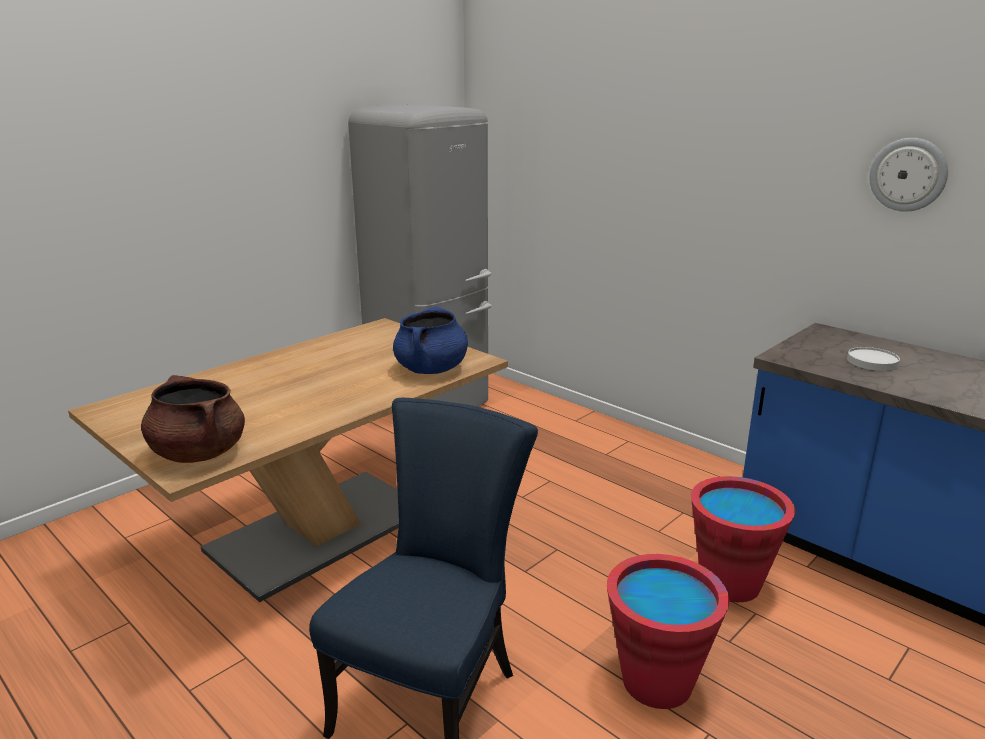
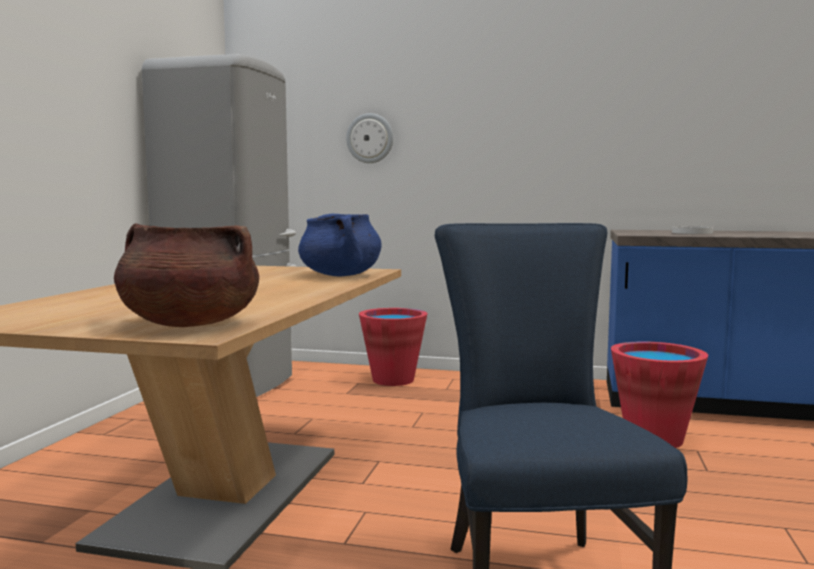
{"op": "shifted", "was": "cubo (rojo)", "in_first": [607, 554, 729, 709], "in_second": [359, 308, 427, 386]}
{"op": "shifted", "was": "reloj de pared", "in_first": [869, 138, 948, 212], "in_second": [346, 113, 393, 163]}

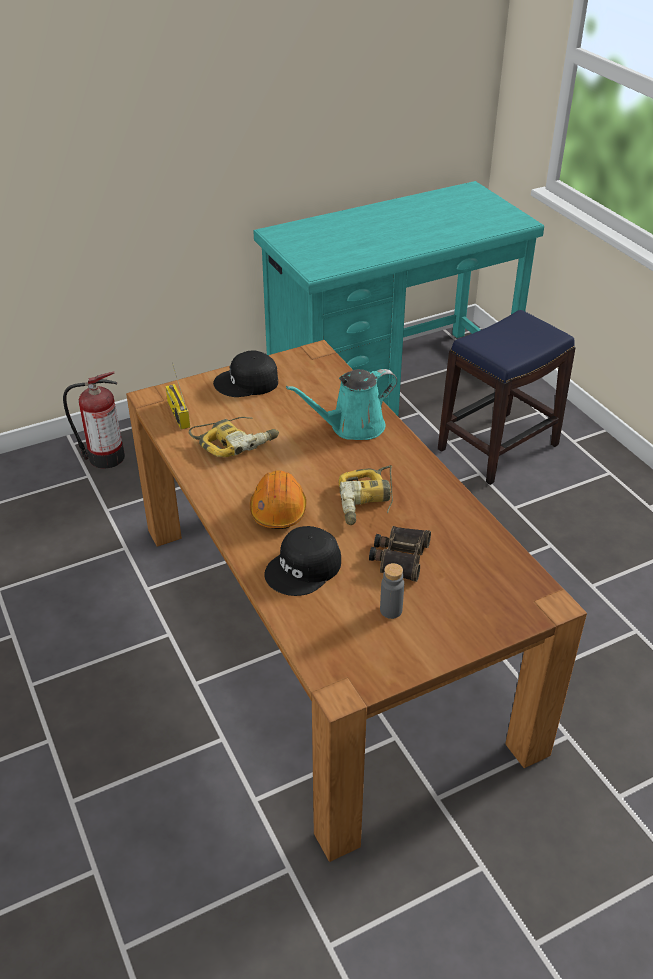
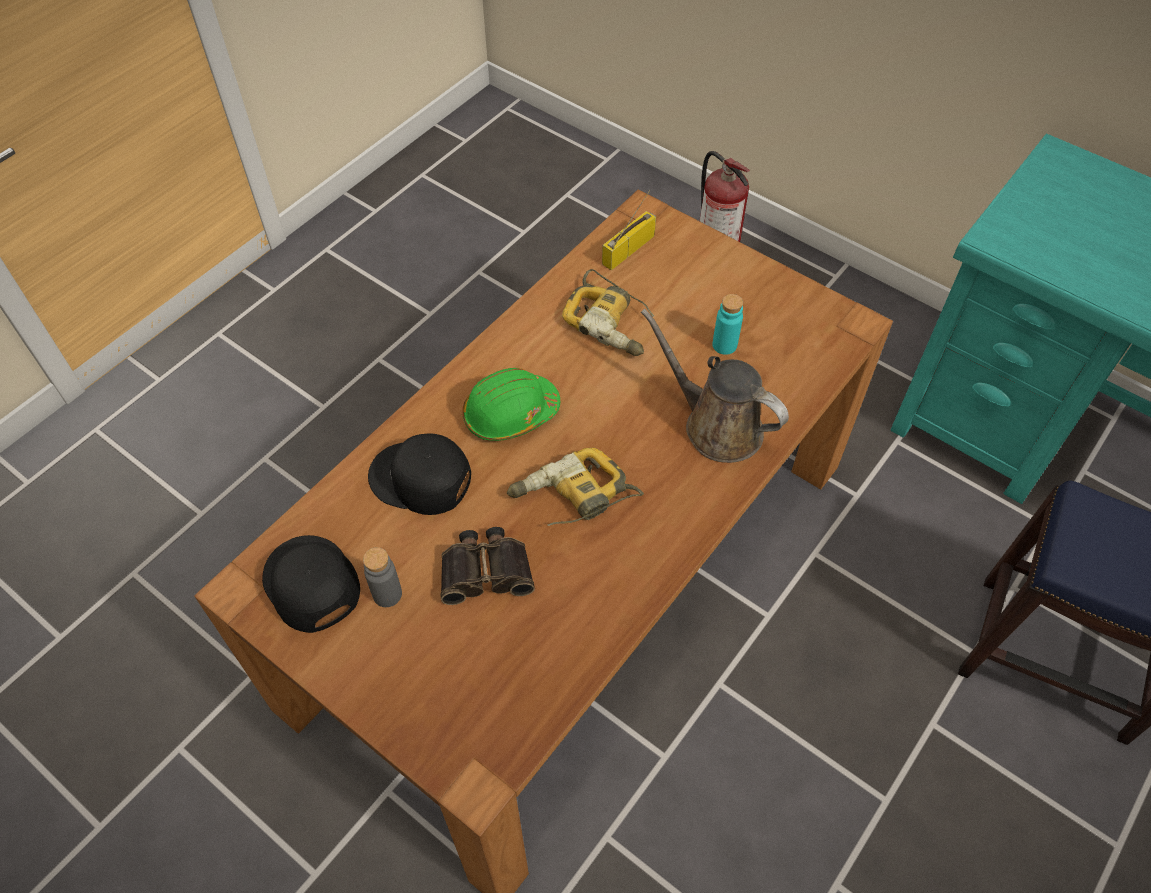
{"op": "shifted", "was": "gorra (negro)", "in_first": [213, 350, 278, 397], "in_second": [262, 535, 360, 633]}
{"op": "repainted", "was": "casco (naranja)", "now": "casco (verde)", "in_first": [250, 470, 307, 529], "in_second": [462, 368, 560, 441]}
{"op": "repainted", "was": "regadera (turquesa)", "now": "regadera (marrón)", "in_first": [286, 369, 397, 440], "in_second": [641, 309, 789, 463]}
{"op": "new", "now": "botella (turquesa)", "in_second": [712, 294, 743, 355]}

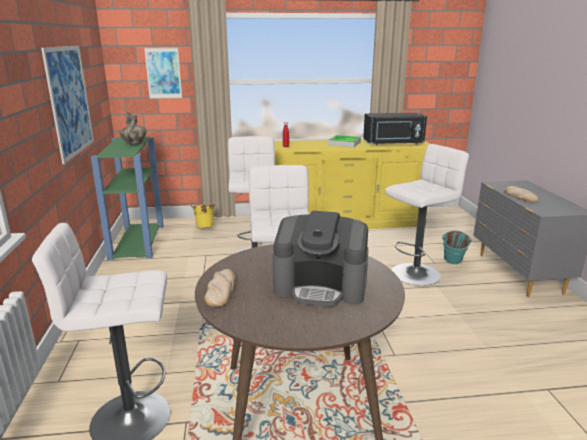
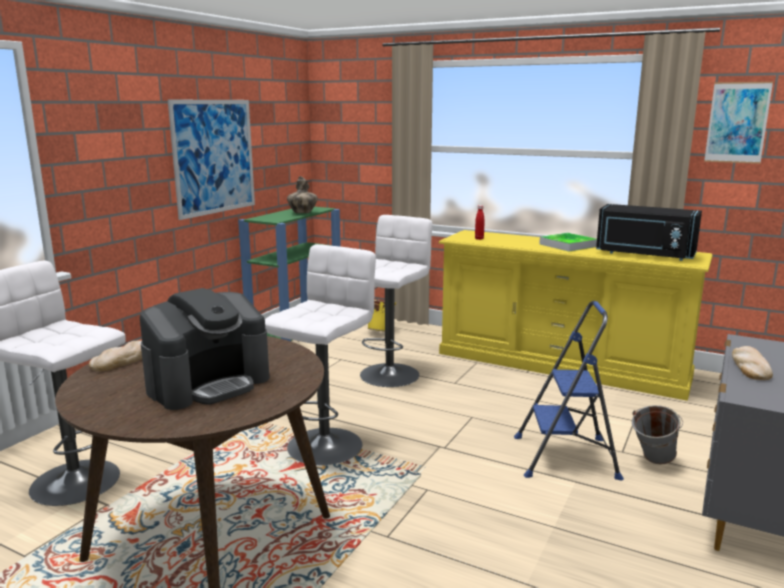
{"op": "shifted", "was": "cuadro", "in_first": [144, 47, 182, 99], "in_second": [704, 82, 773, 164]}
{"op": "rotated", "was": "cafetera", "in_first": [273, 211, 368, 307], "in_second": [140, 288, 269, 410], "clockwise": -90}
{"op": "swapped", "was": "taburete (blanco)", "now": "escalera de tijera (azul)", "in_first": [385, 144, 469, 286], "in_second": [514, 301, 624, 481]}
{"op": "repainted", "was": "cubo (turquesa)", "now": "cubo (gris)", "in_first": [442, 230, 472, 264], "in_second": [632, 405, 683, 465]}

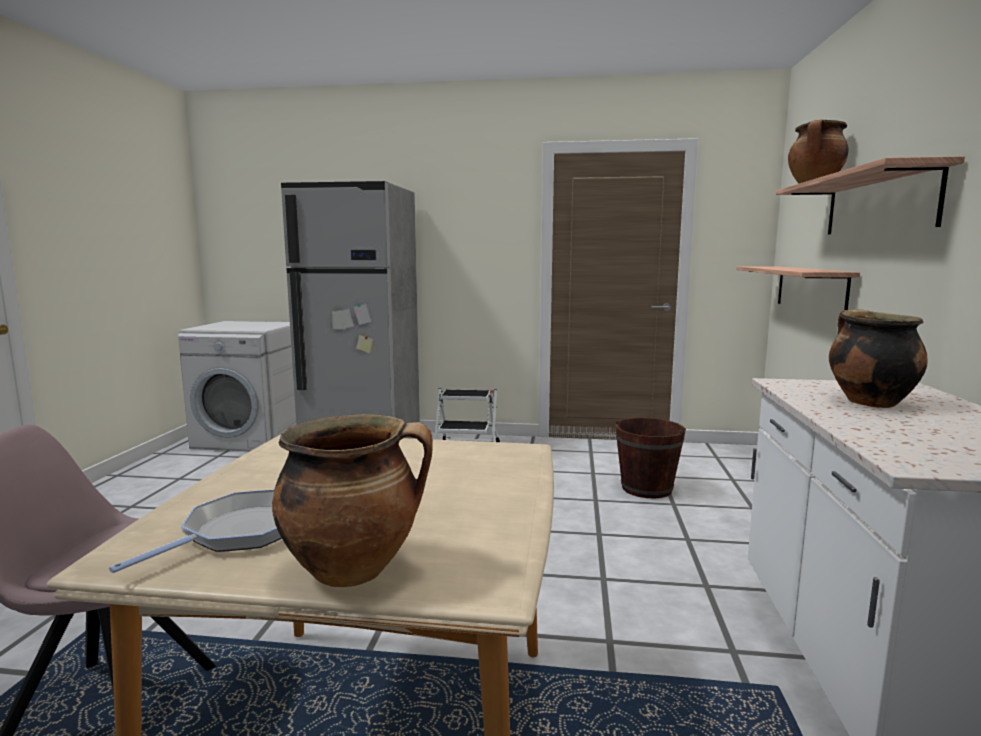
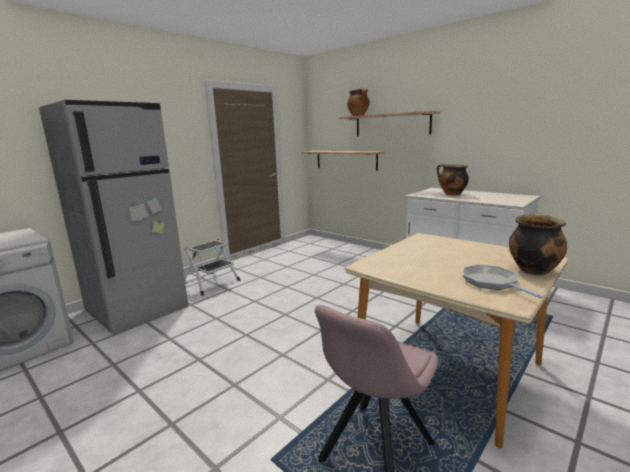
{"op": "gone", "was": "cubo (marrón)", "in_first": [615, 418, 686, 498]}

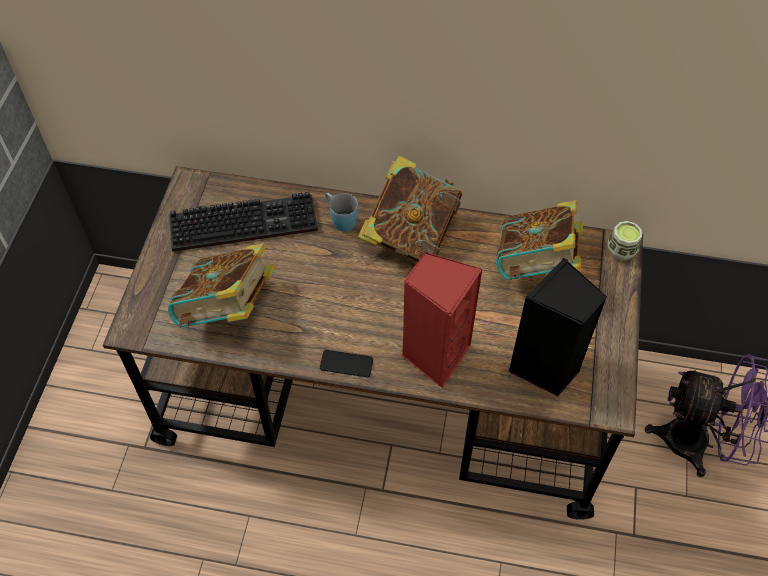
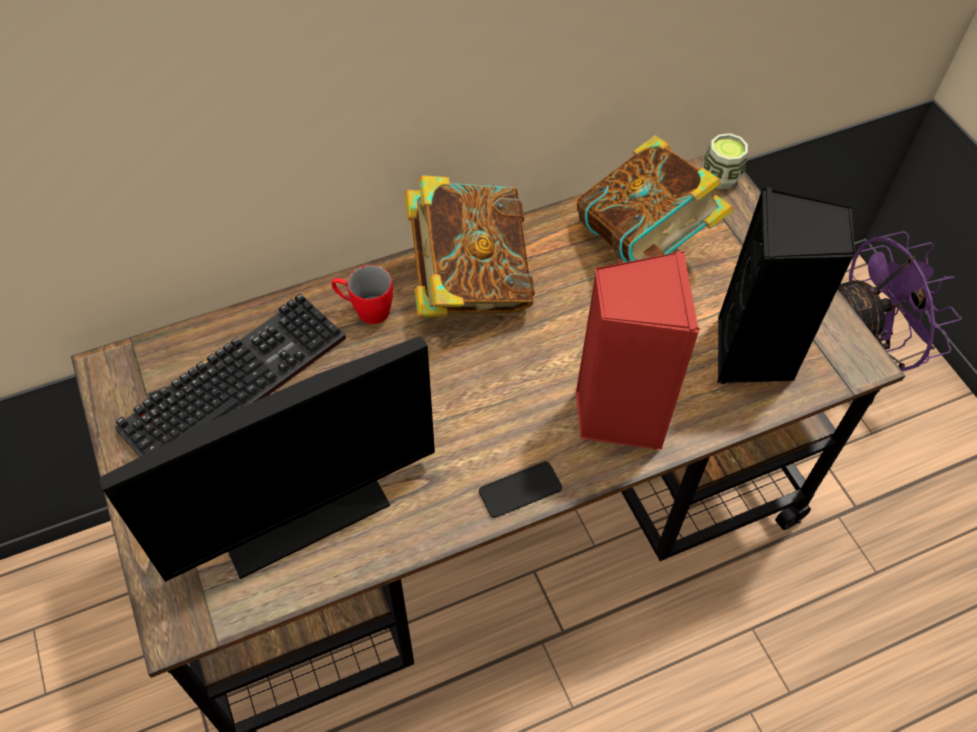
{"op": "swapped", "was": "libro", "now": "monitor", "in_first": [168, 243, 275, 328], "in_second": [99, 336, 435, 582]}
{"op": "repainted", "was": "taza grande (azul)", "now": "taza grande (rojo)", "in_first": [325, 193, 358, 232], "in_second": [331, 265, 393, 324]}

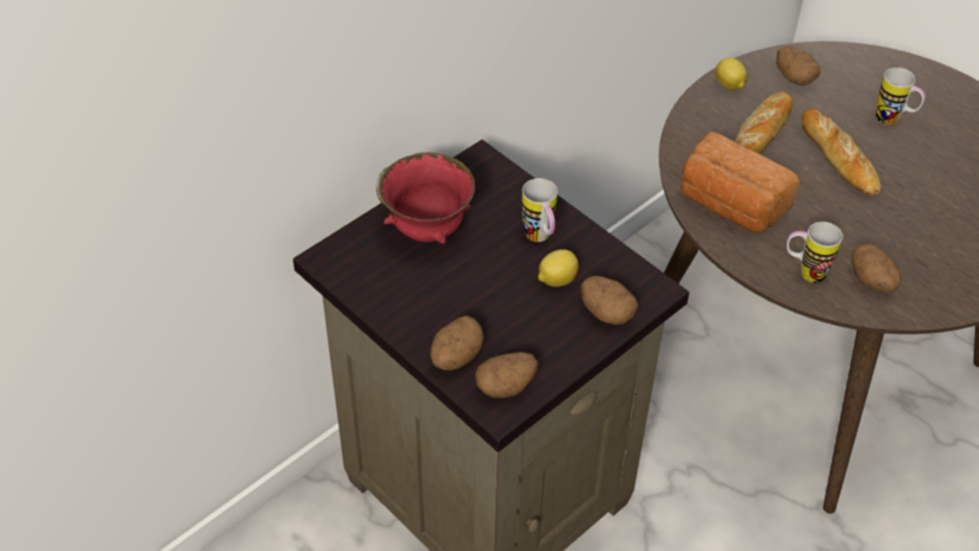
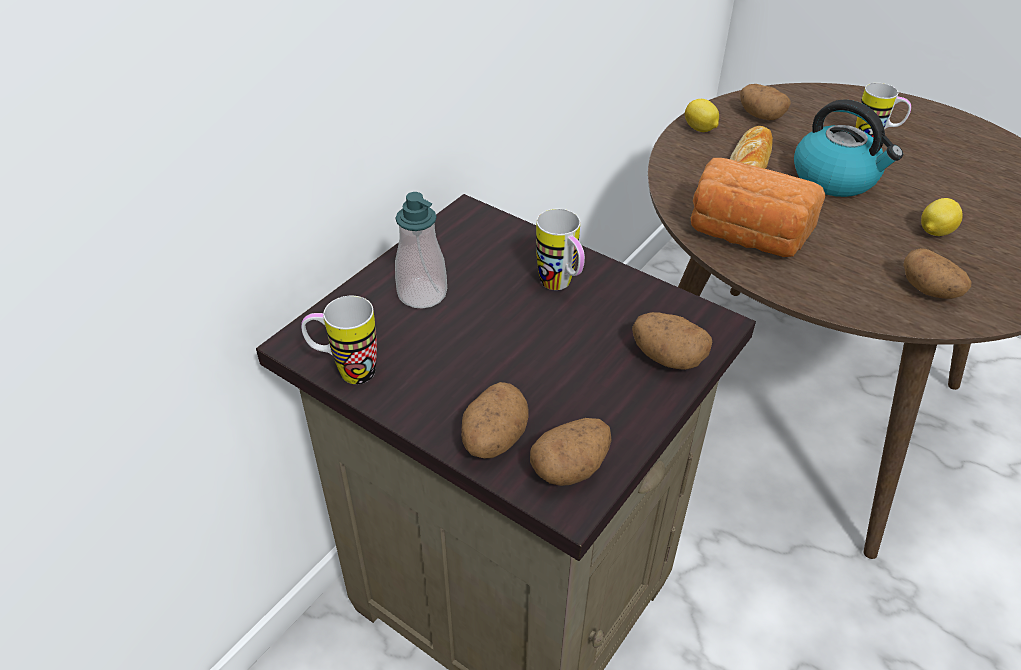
{"op": "swapped", "was": "cuenco (rojo)", "now": "dispensador de jabón", "in_first": [376, 152, 475, 244], "in_second": [395, 192, 447, 309]}
{"op": "shifted", "was": "limón", "in_first": [538, 249, 579, 287], "in_second": [921, 198, 963, 236]}
{"op": "shifted", "was": "taza grande", "in_first": [786, 222, 843, 283], "in_second": [301, 296, 377, 384]}
{"op": "swapped", "was": "pan", "now": "hervidor", "in_first": [802, 108, 881, 195], "in_second": [794, 99, 903, 197]}

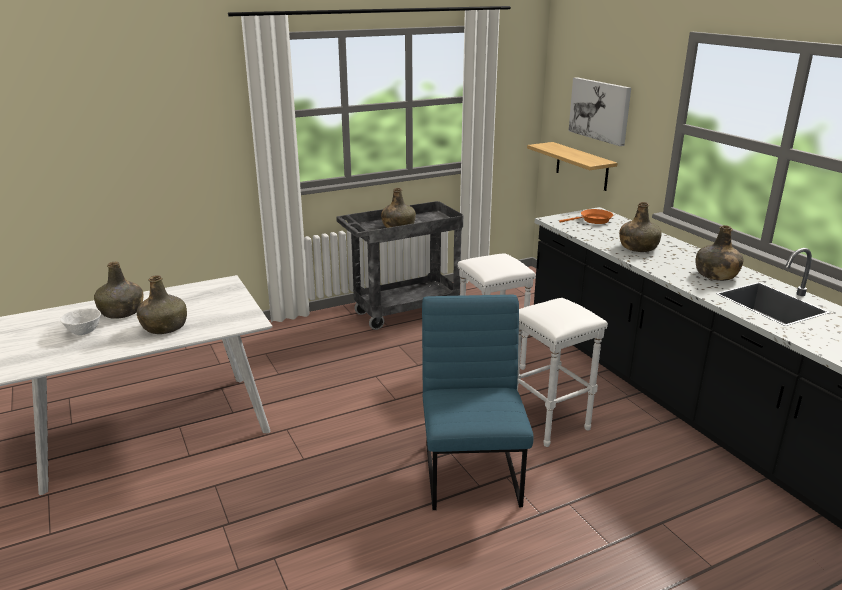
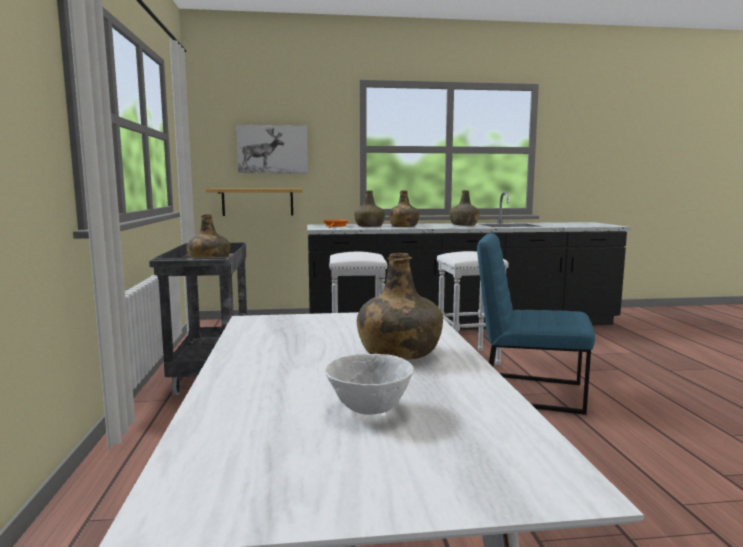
{"op": "shifted", "was": "botella (verde)", "in_first": [94, 262, 143, 319], "in_second": [354, 190, 385, 227]}

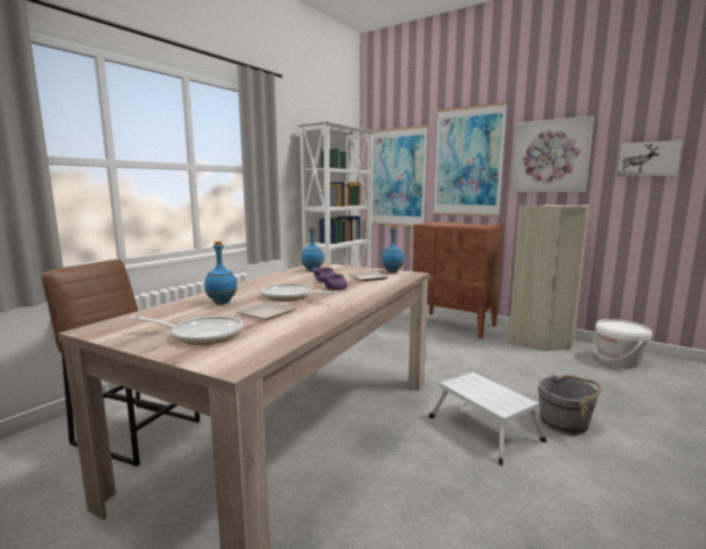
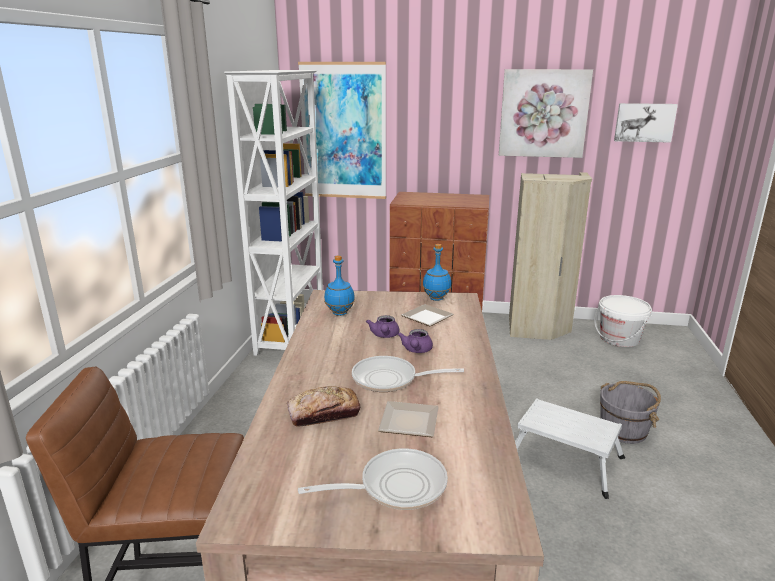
{"op": "swapped", "was": "botella (azul)", "now": "pan", "in_first": [205, 241, 237, 304], "in_second": [287, 386, 360, 427]}
{"op": "gone", "was": "cuadro", "in_first": [433, 102, 508, 217]}

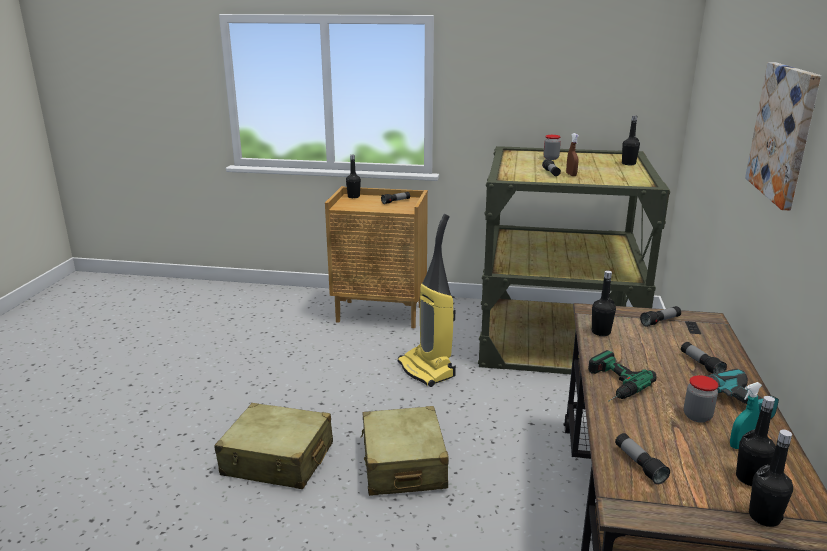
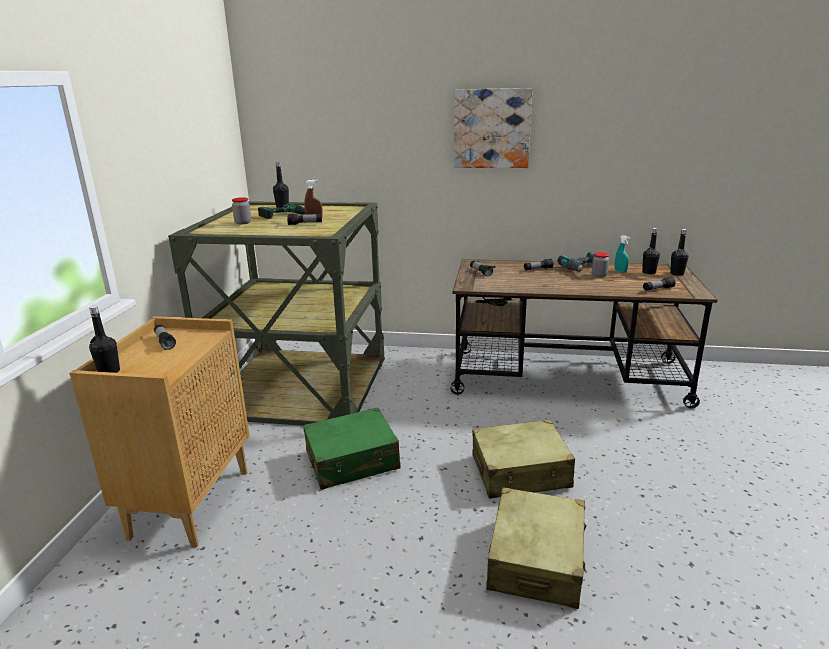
{"op": "swapped", "was": "aspiradora", "now": "maleta (verde)", "in_first": [398, 214, 456, 387], "in_second": [303, 407, 401, 490]}
{"op": "shifted", "was": "taladro", "in_first": [588, 350, 657, 401], "in_second": [258, 203, 305, 219]}
{"op": "gone", "was": "botella (negro)", "in_first": [592, 270, 616, 336]}

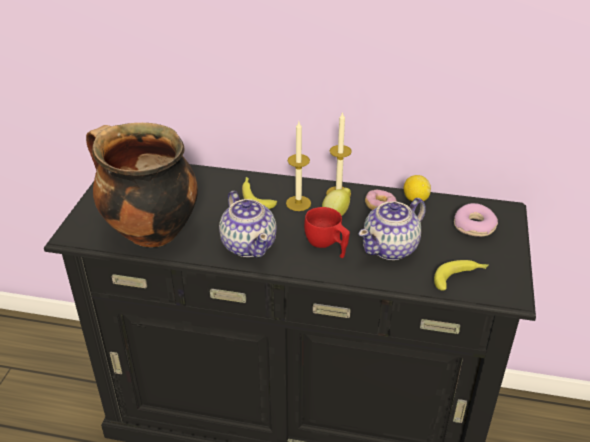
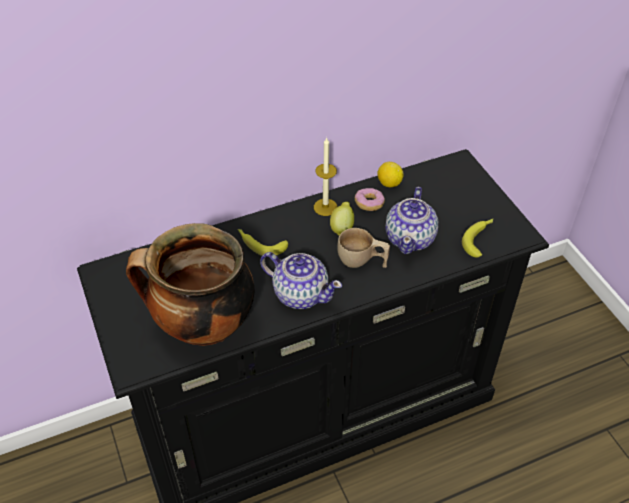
{"op": "gone", "was": "vela", "in_first": [286, 122, 311, 211]}
{"op": "repainted", "was": "taza (rojo)", "now": "taza (beis)", "in_first": [304, 207, 350, 258], "in_second": [337, 228, 390, 268]}
{"op": "gone", "was": "rosquilla", "in_first": [454, 203, 498, 237]}

